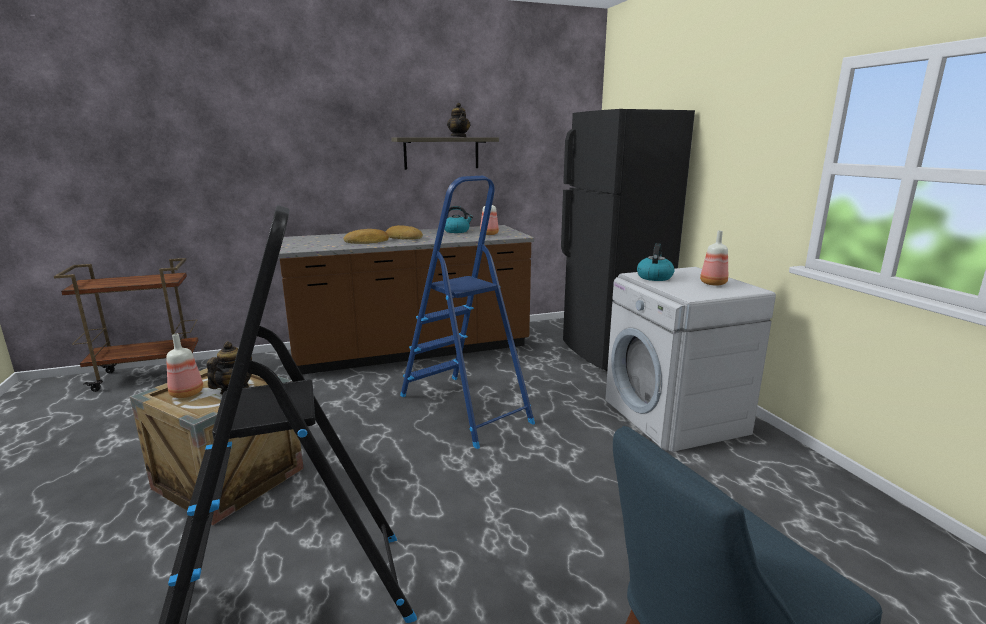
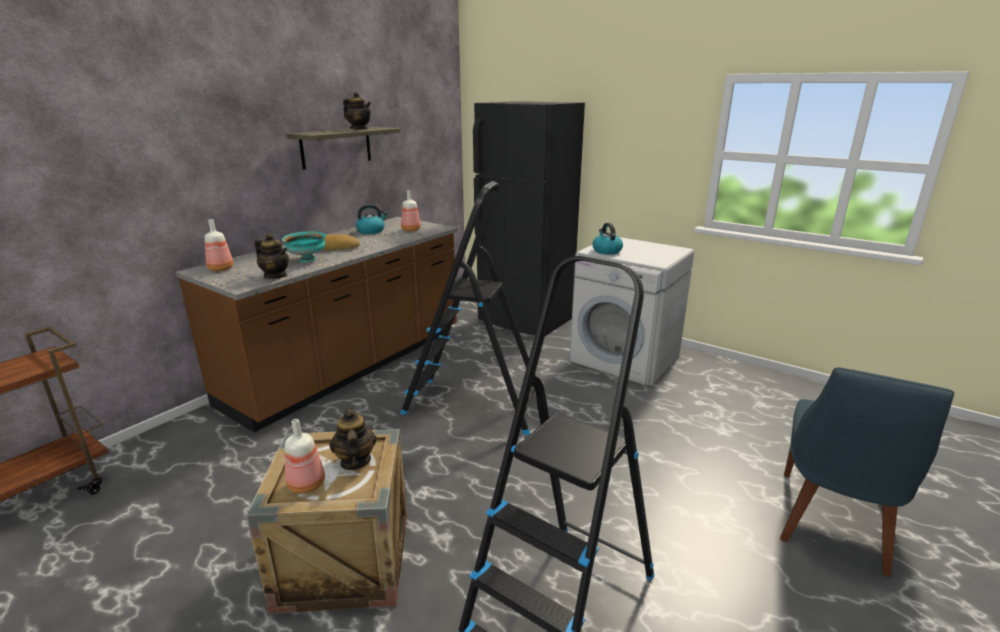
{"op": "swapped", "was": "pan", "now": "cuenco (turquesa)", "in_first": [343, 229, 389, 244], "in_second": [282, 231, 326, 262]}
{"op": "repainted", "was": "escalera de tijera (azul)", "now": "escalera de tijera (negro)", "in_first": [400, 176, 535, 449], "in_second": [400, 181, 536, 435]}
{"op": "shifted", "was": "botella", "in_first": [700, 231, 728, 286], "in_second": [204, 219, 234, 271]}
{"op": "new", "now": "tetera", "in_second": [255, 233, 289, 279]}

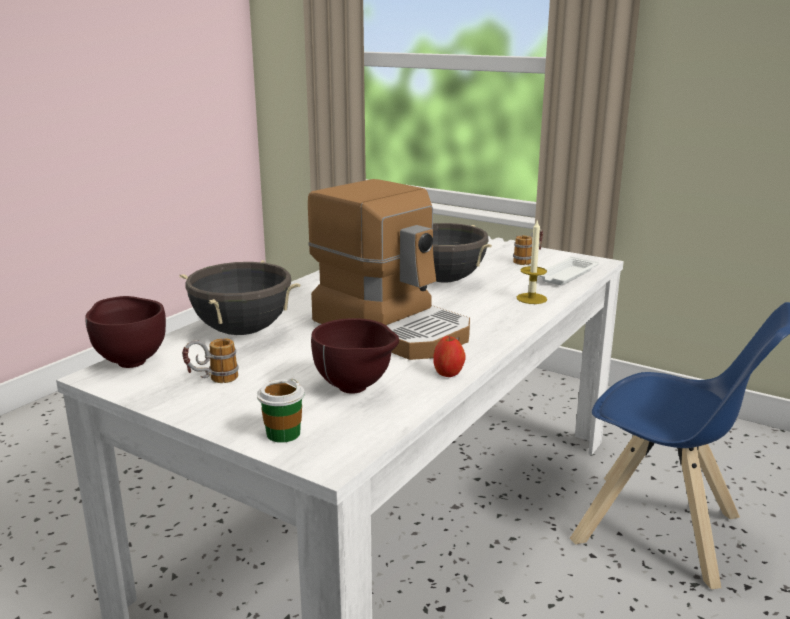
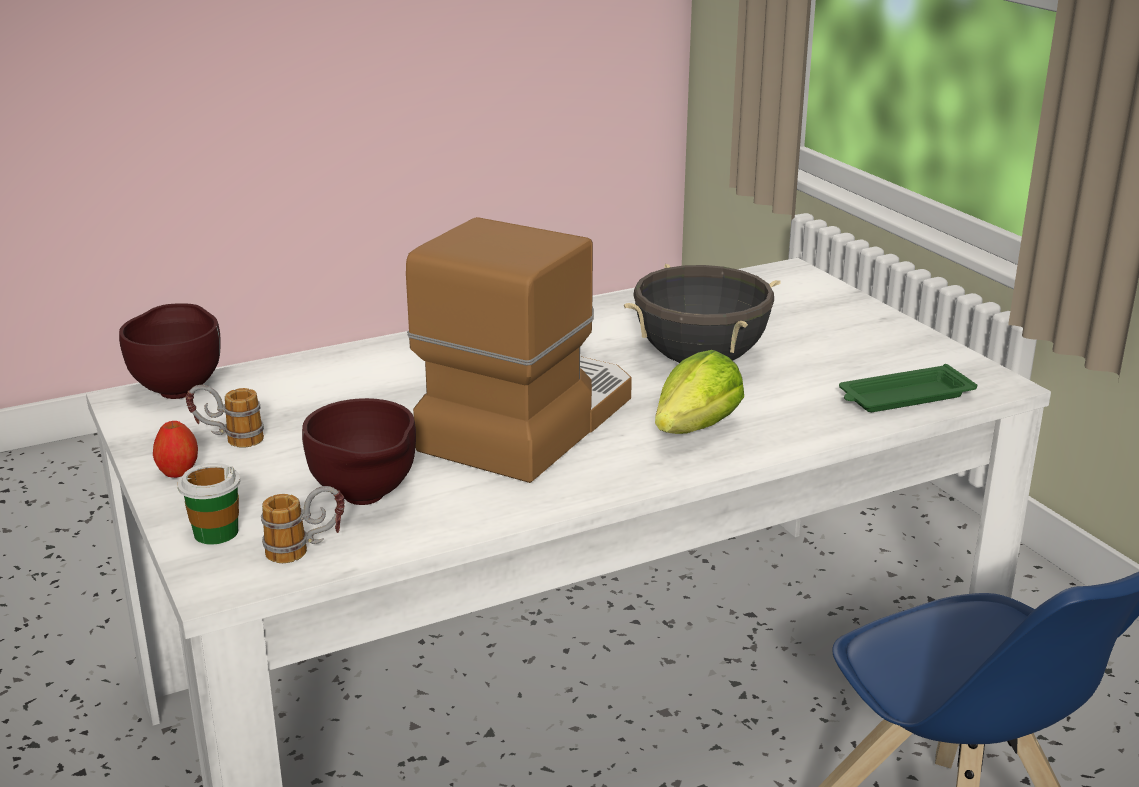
{"op": "gone", "was": "olla (negro)", "in_first": [179, 260, 300, 335]}
{"op": "rotated", "was": "cafetera", "in_first": [308, 179, 470, 360], "in_second": [406, 217, 632, 483], "clockwise": -135}
{"op": "shifted", "was": "manzana", "in_first": [433, 336, 466, 377], "in_second": [153, 421, 198, 478]}
{"op": "shifted", "was": "taza grande", "in_first": [513, 229, 543, 265], "in_second": [261, 486, 345, 563]}
{"op": "gone", "was": "vela", "in_first": [517, 220, 547, 304]}
{"op": "repainted", "was": "bandeja (blanco)", "now": "bandeja (verde)", "in_first": [538, 256, 599, 285], "in_second": [839, 364, 977, 412]}
{"op": "new", "now": "lechuga", "in_second": [655, 350, 744, 434]}

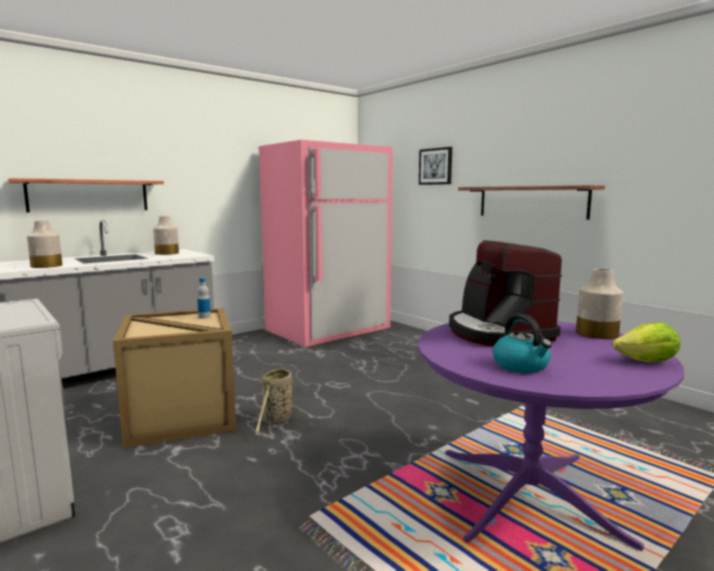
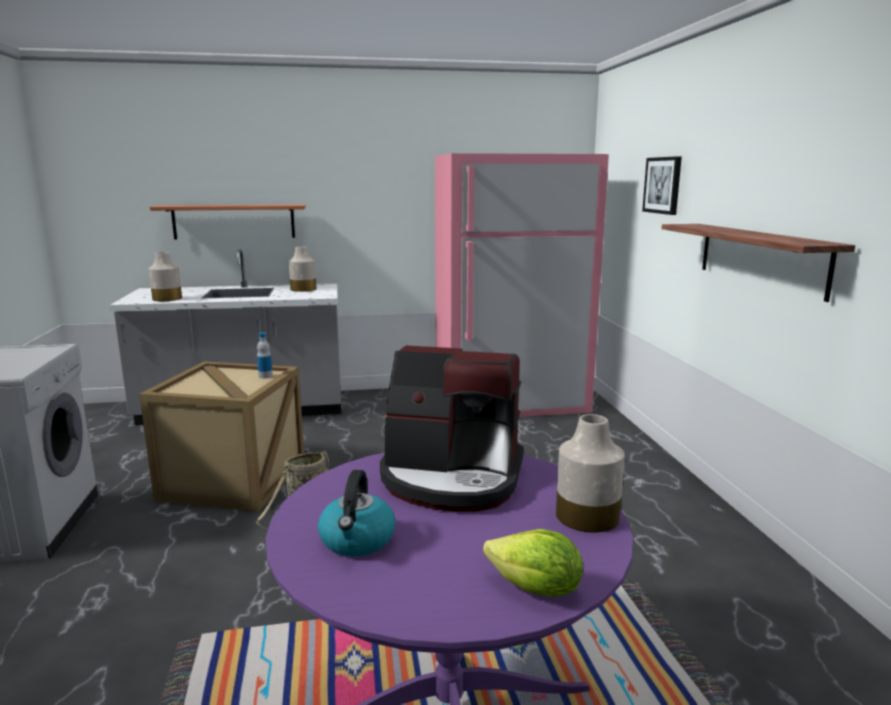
{"op": "rotated", "was": "cafetera", "in_first": [449, 240, 562, 346], "in_second": [380, 345, 524, 512], "clockwise": -90}

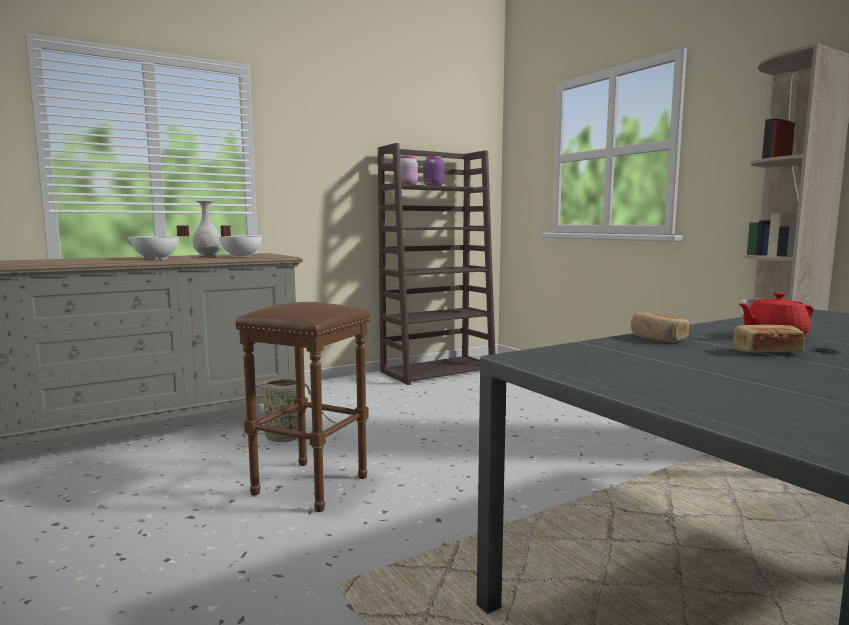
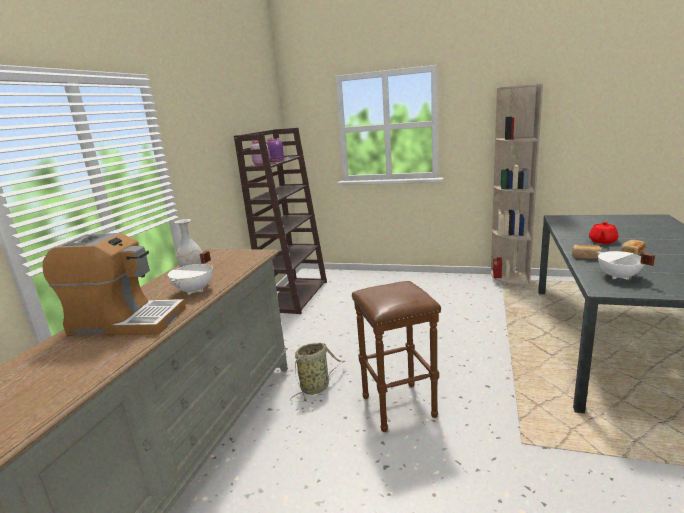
{"op": "shifted", "was": "olla (blanco)", "in_first": [219, 226, 262, 258], "in_second": [597, 251, 655, 280]}
{"op": "new", "now": "cafetera", "in_second": [43, 233, 186, 336]}

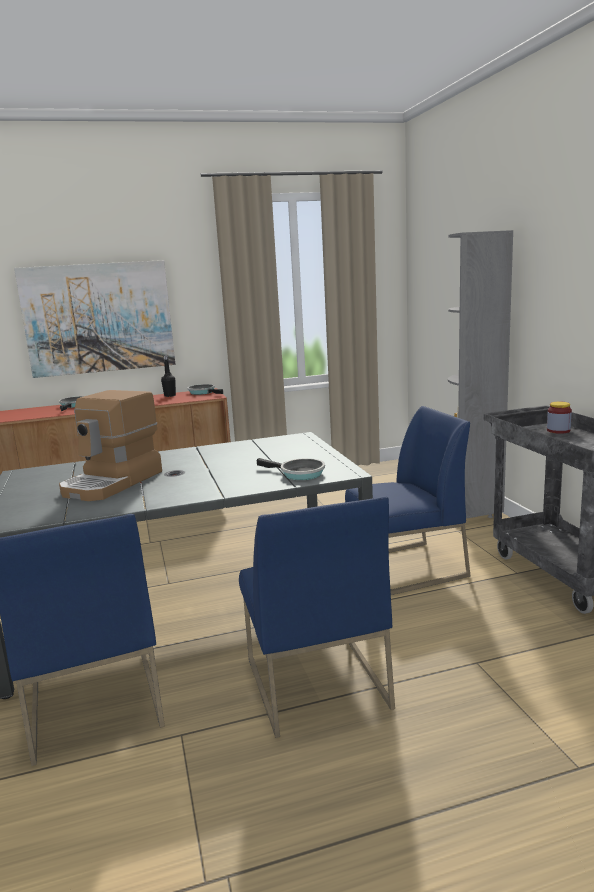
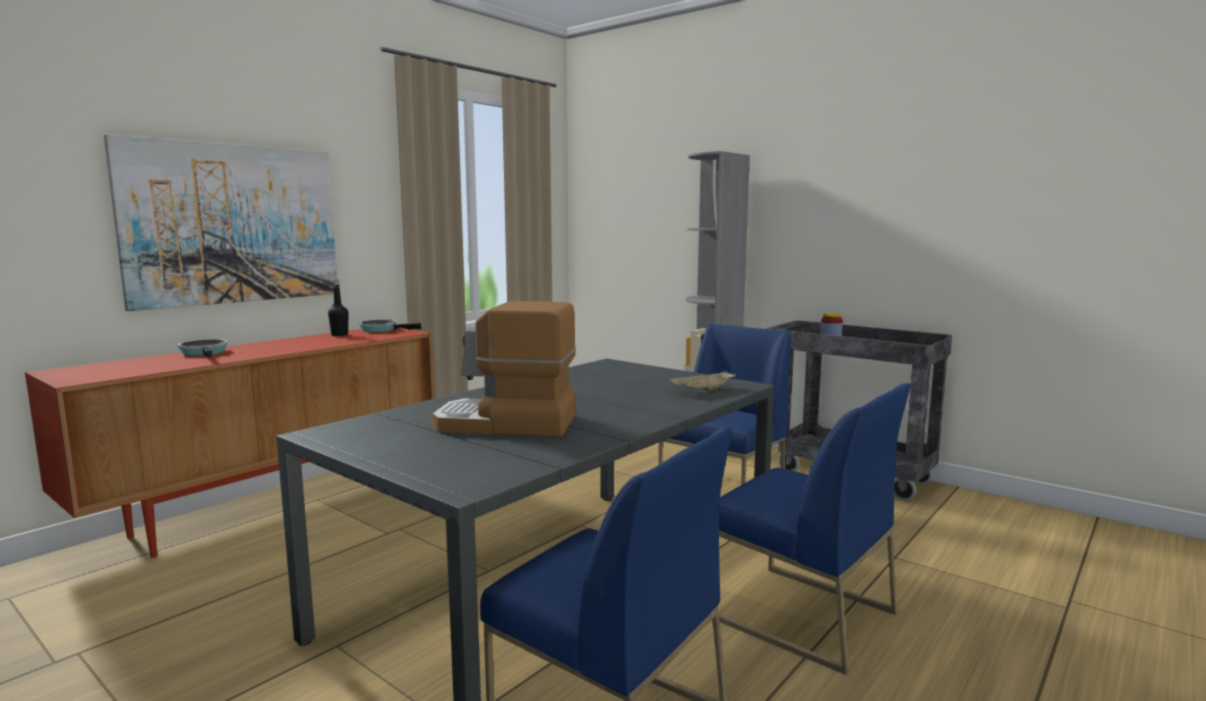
{"op": "rotated", "was": "cafetera", "in_first": [59, 390, 162, 501], "in_second": [432, 301, 576, 437], "clockwise": 105}
{"op": "swapped", "was": "sartén", "now": "bandeja (beis)", "in_first": [257, 458, 325, 480], "in_second": [669, 370, 736, 391]}

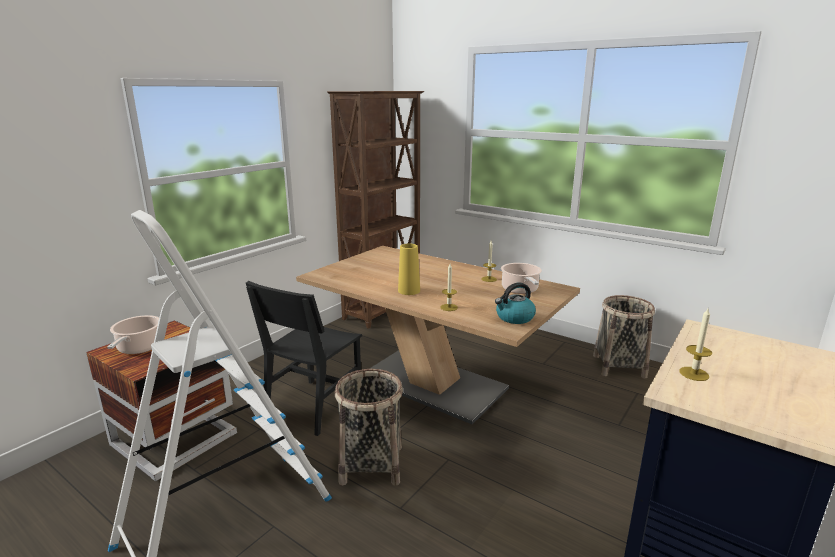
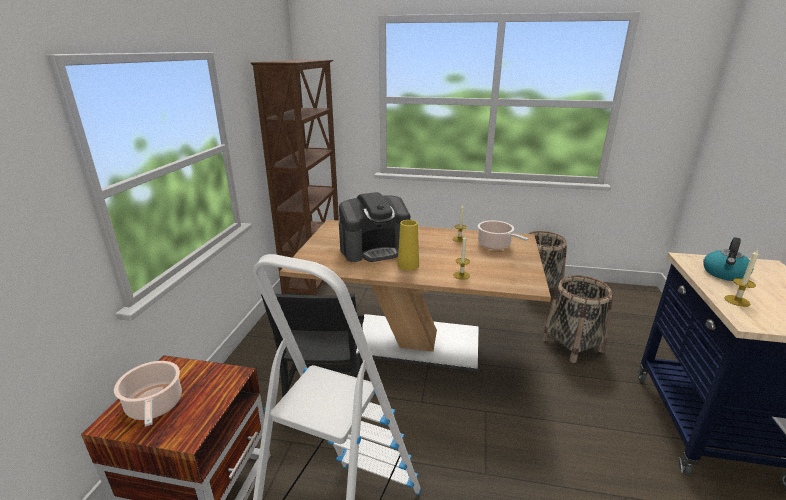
{"op": "shifted", "was": "cesta", "in_first": [335, 369, 403, 486], "in_second": [542, 275, 613, 363]}
{"op": "shifted", "was": "hervidor", "in_first": [495, 282, 536, 324], "in_second": [703, 237, 753, 281]}
{"op": "new", "now": "cafetera", "in_second": [339, 192, 410, 262]}

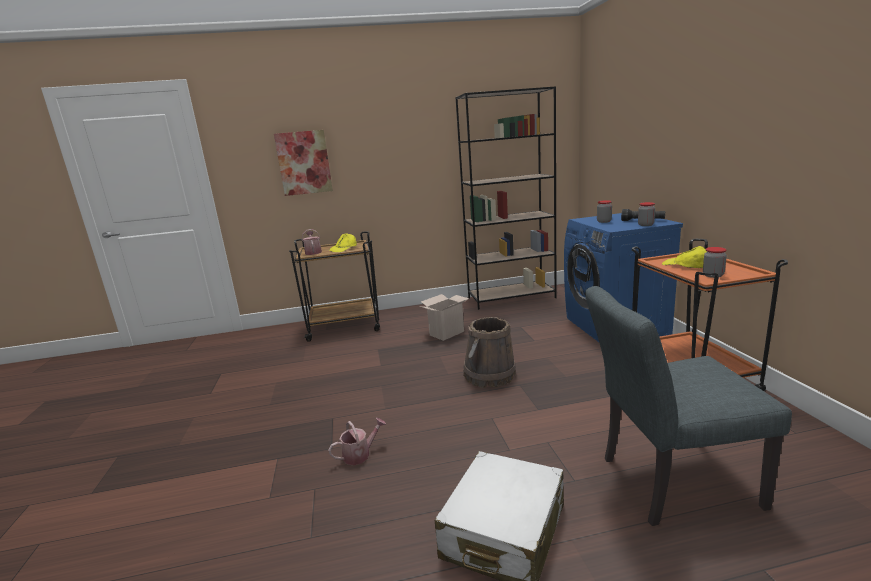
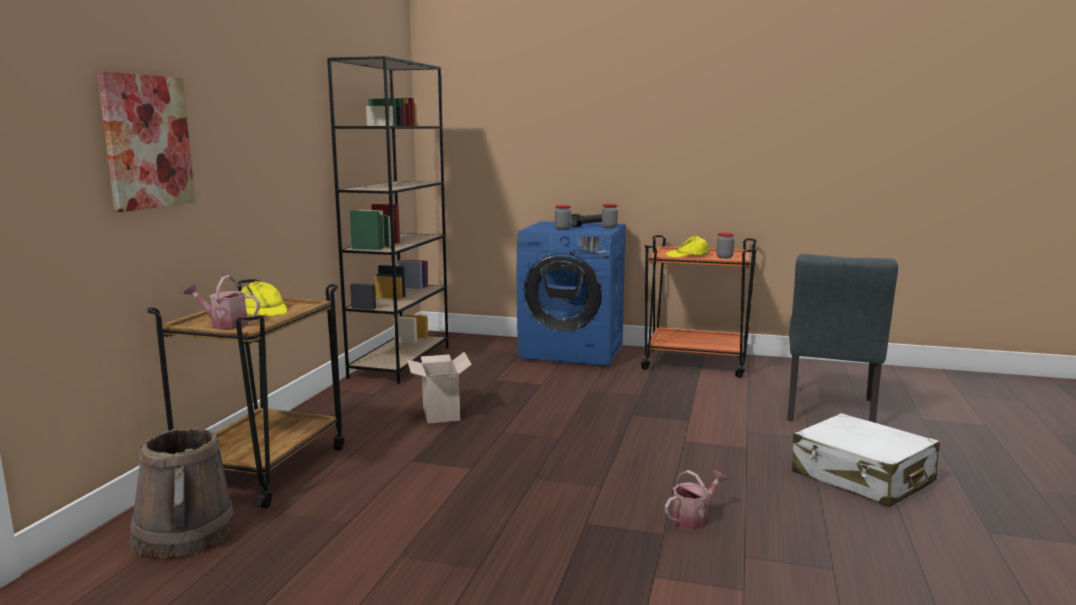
{"op": "rotated", "was": "regadera", "in_first": [328, 418, 386, 465], "in_second": [665, 470, 727, 530], "clockwise": 60}
{"op": "shifted", "was": "cubo (marrón)", "in_first": [463, 317, 516, 388], "in_second": [130, 428, 234, 558]}

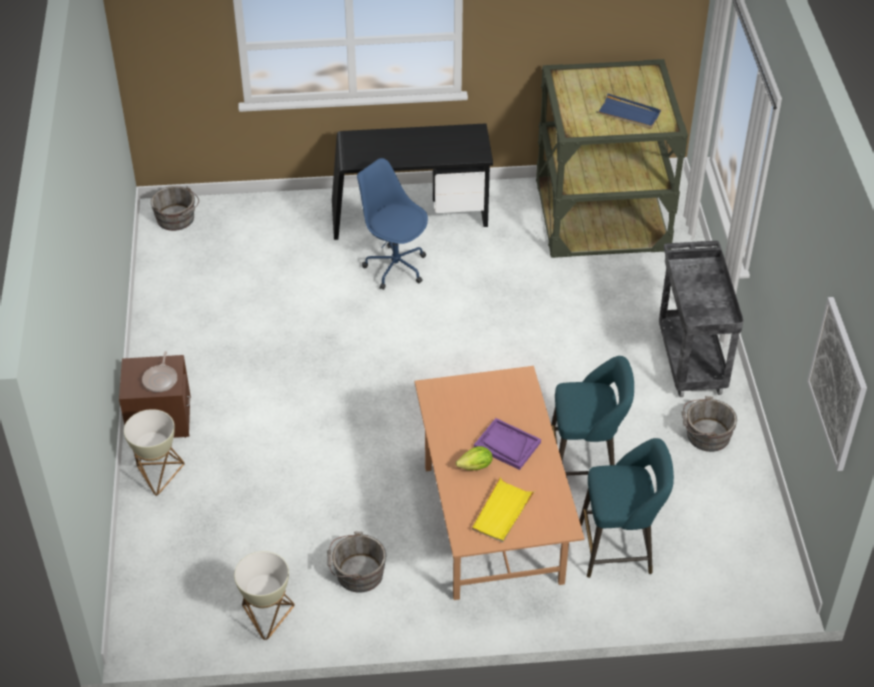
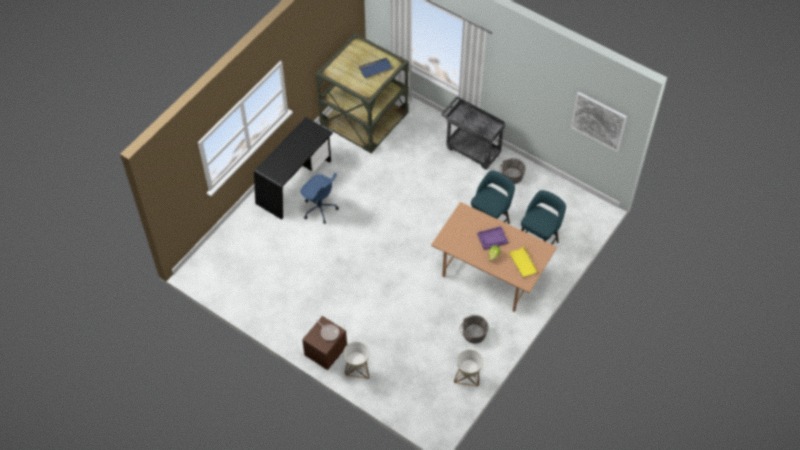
{"op": "gone", "was": "cubo (gris)", "in_first": [151, 186, 199, 231]}
{"op": "rotated", "was": "silla de oficina (azul)", "in_first": [357, 158, 428, 290], "in_second": [300, 173, 339, 224], "clockwise": -135}

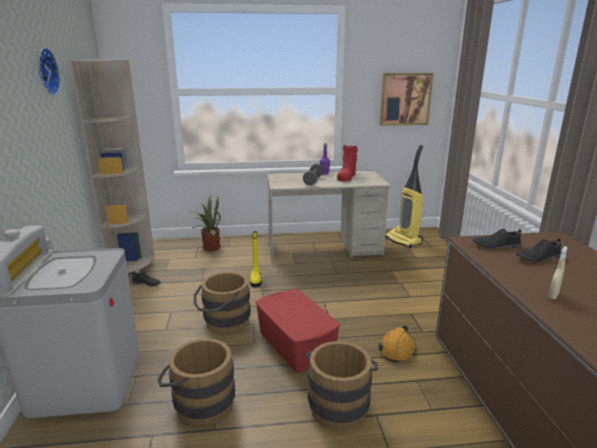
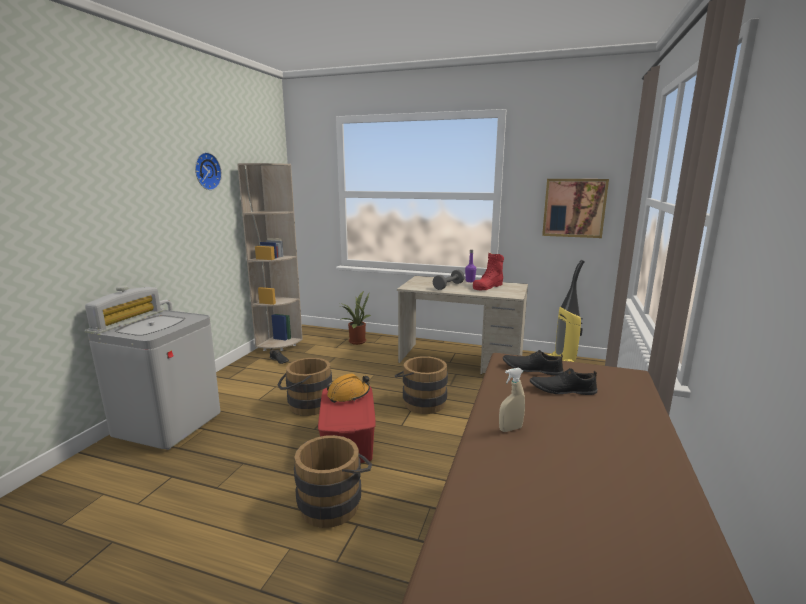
{"op": "shifted", "was": "cubo (marrón)", "in_first": [157, 338, 235, 426], "in_second": [395, 356, 448, 414]}
{"op": "gone", "was": "bota (amarillo)", "in_first": [250, 231, 261, 287]}
{"op": "shifted", "was": "casco (naranja)", "in_first": [378, 325, 416, 362], "in_second": [327, 373, 370, 403]}

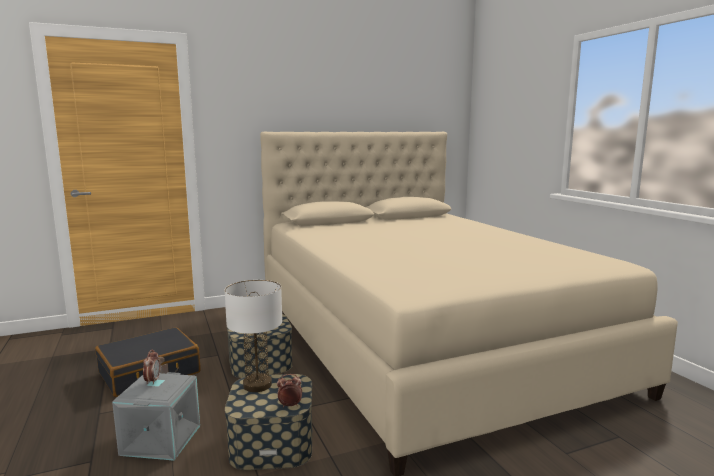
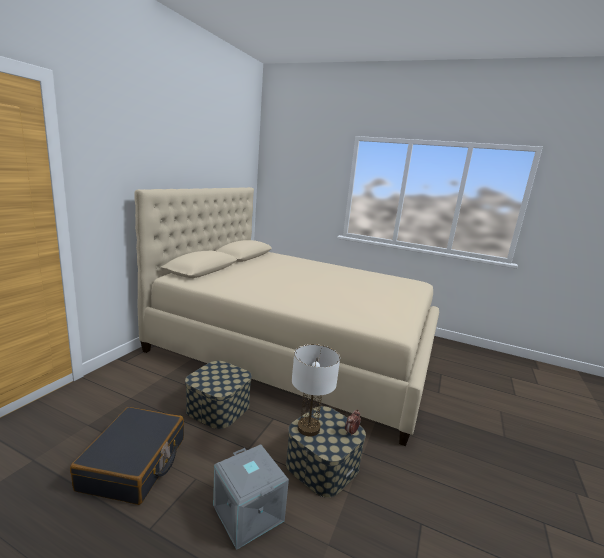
{"op": "gone", "was": "despertador", "in_first": [143, 350, 160, 385]}

